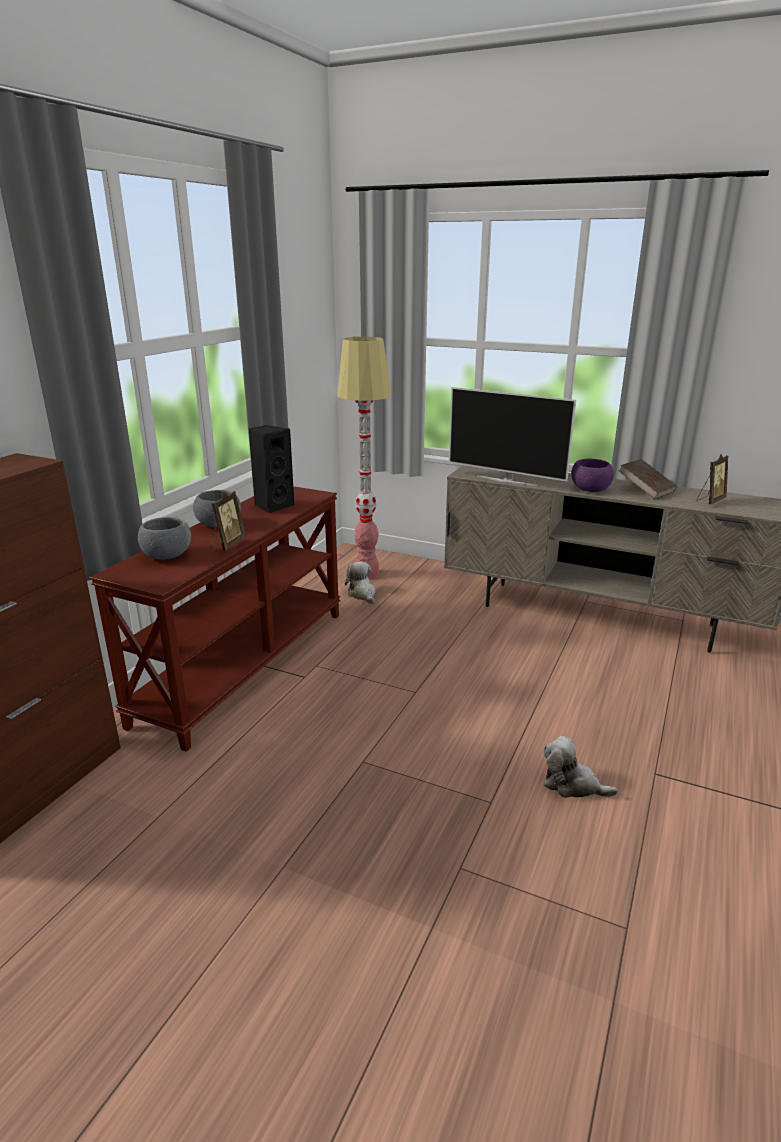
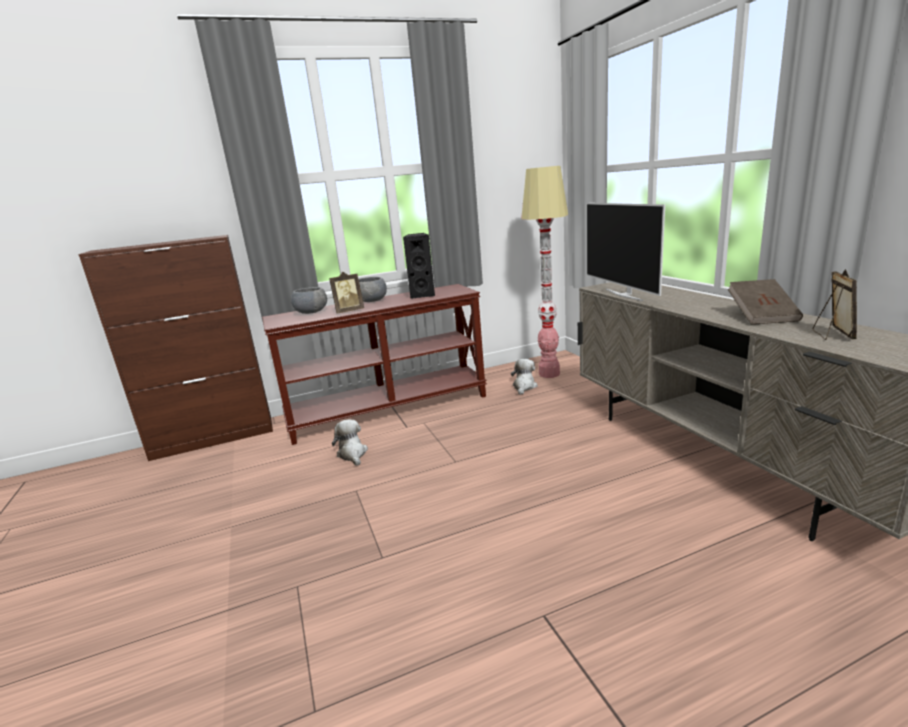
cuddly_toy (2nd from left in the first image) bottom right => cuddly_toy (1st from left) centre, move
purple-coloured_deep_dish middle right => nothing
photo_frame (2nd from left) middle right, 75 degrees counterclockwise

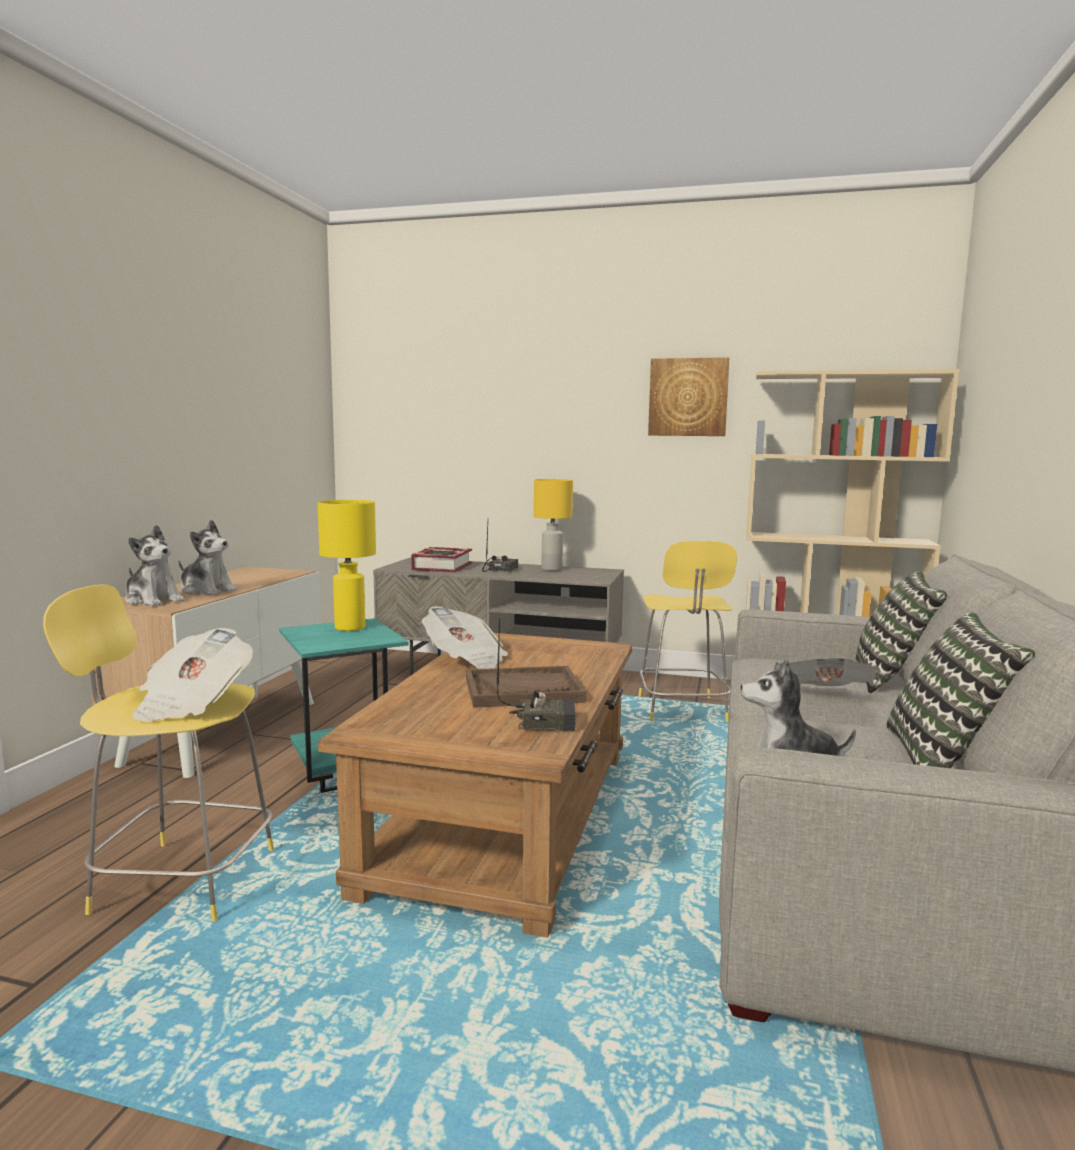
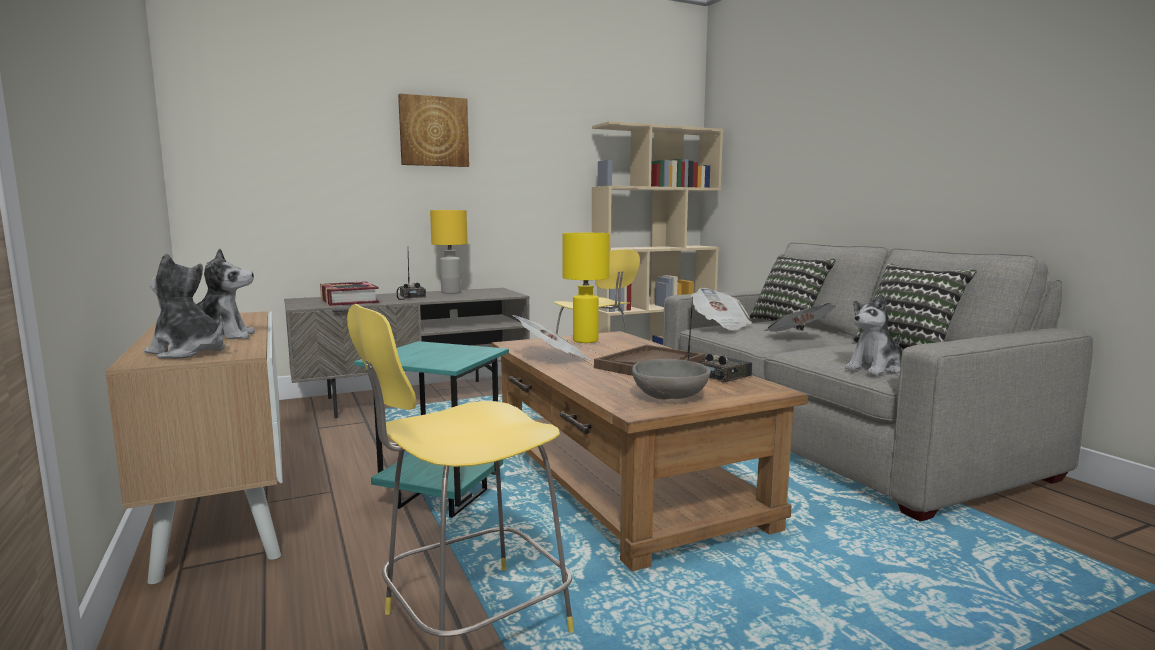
cuddly_toy (1st from left) middle left, 150 degrees counterclockwise
newspaper (1st from left in the first image) middle left => newspaper (2nd from left) centre, move
yellow_lamp_for_a_table (1st from left in the first image) middle left => yellow_lamp_for_a_table (2nd from left) centre, move
wall_picture centre => wall_picture top centre, move
nothing => gray_deep_dish centre

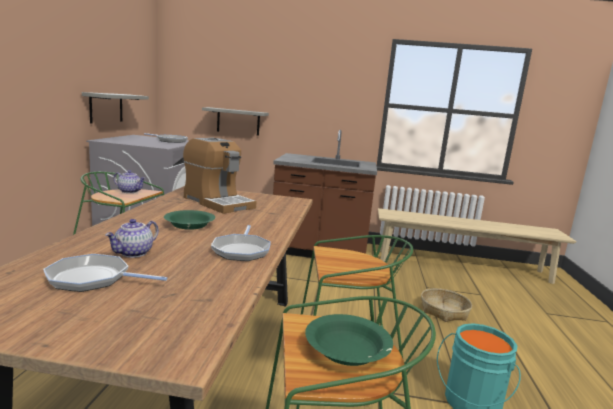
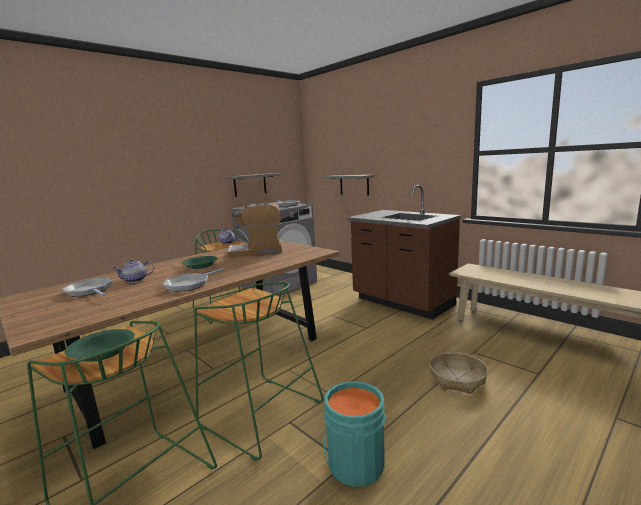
coffee_brewer centre, 90 degrees clockwise

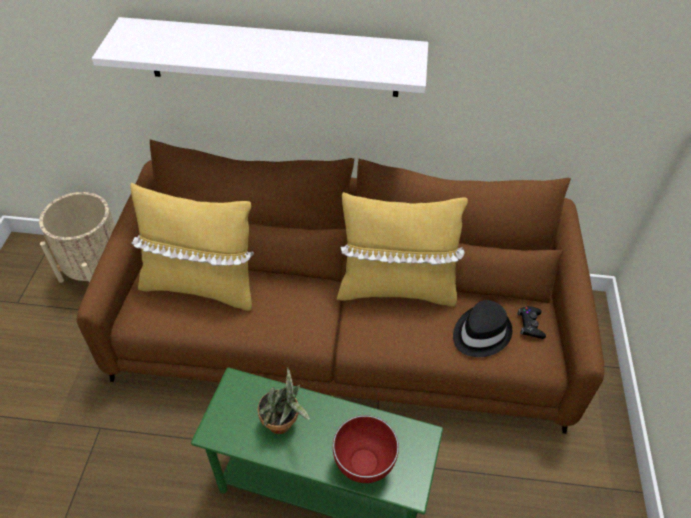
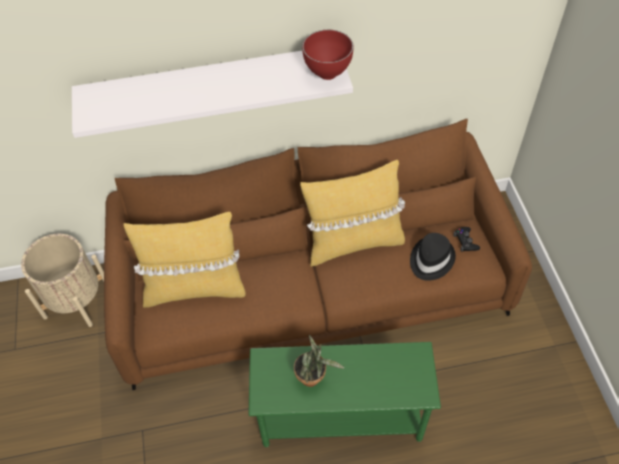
red_deep_dish bottom centre => red_deep_dish top centre, move

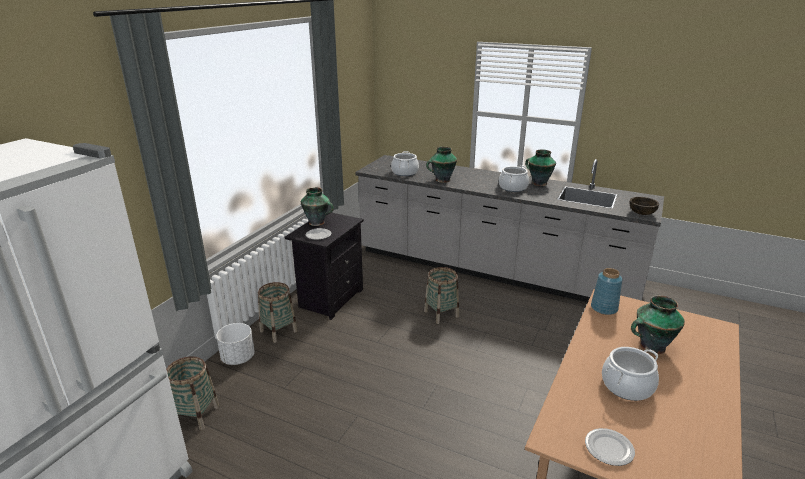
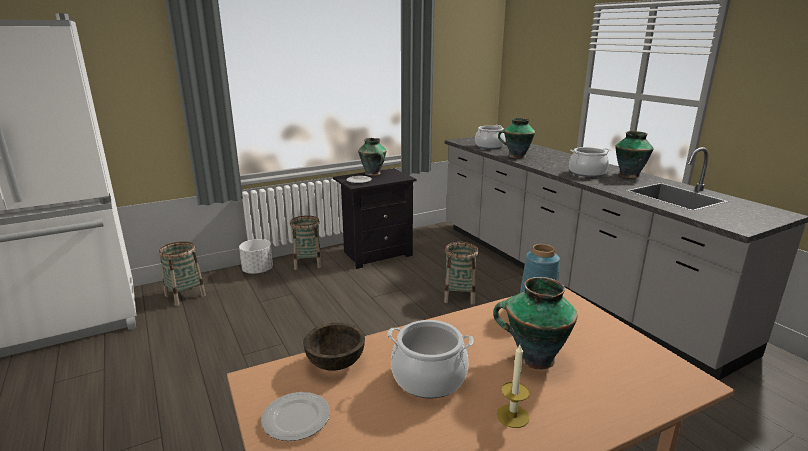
brown-coloured_deep_dish middle right => brown-coloured_deep_dish bottom centre, move
nothing => wax_light bottom centre

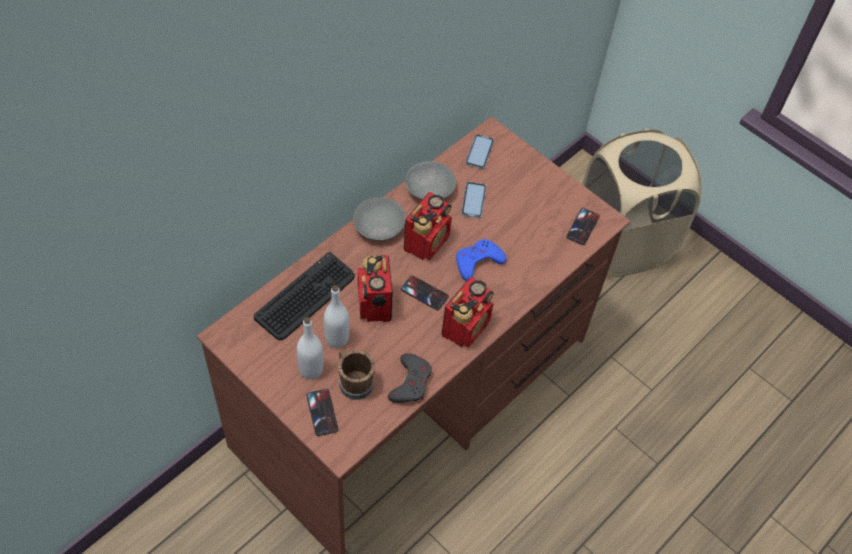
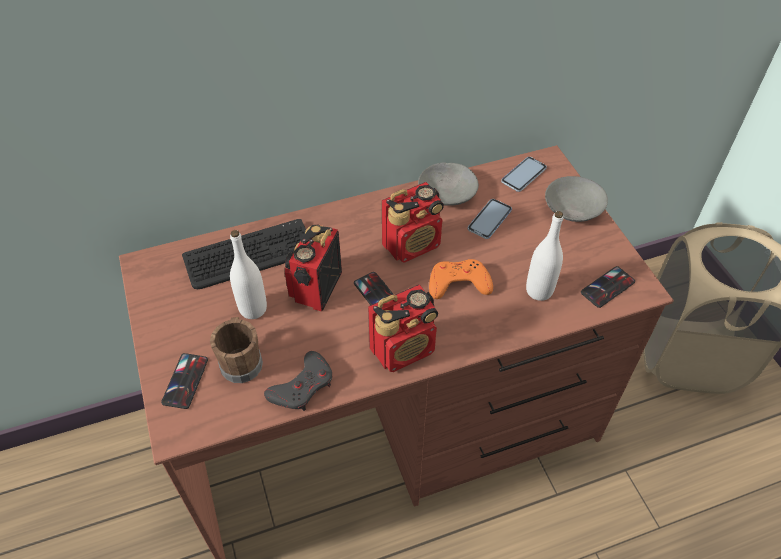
whitish_drink_bottle (1st from left in the first image) centre => whitish_drink_bottle (2nd from left) middle right, move
gray_deep_dish (1st from left in the first image) centre => gray_deep_dish (2nd from left) middle right, move
bluish_joypad centre => orange_joypad centre

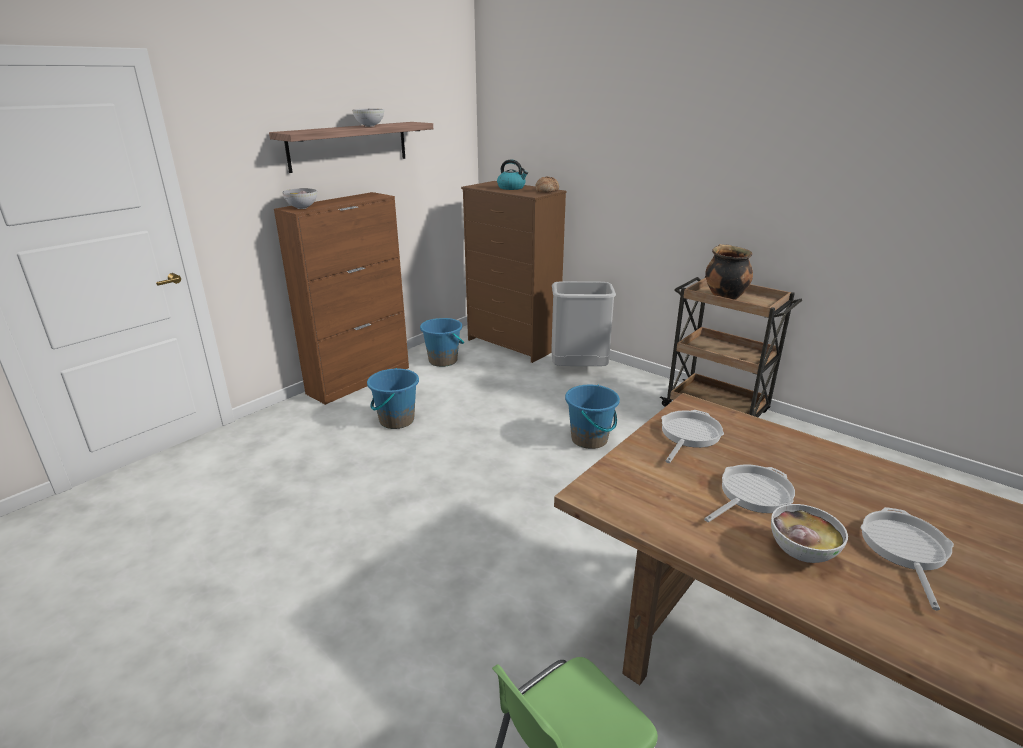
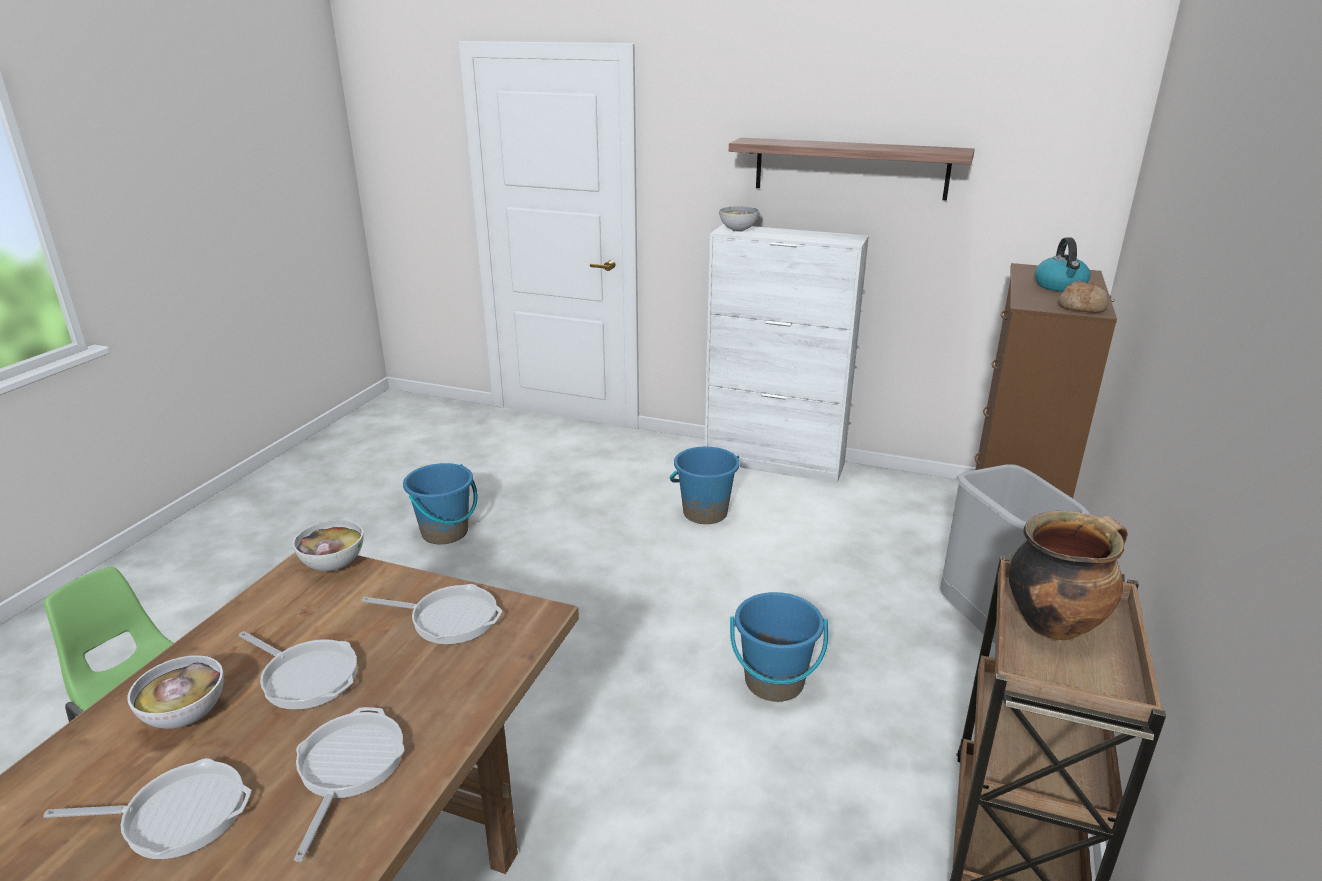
brown-coloured_storage_cabinet centre => whitish_storage_cabinet centre
deep_dish (2nd from left) top centre => deep_dish (2nd from left) middle left, move
bluish_bucket (2nd from left in the first image) centre => bluish_bucket (1st from left) middle left, move
nothing => frying_pan (3rd from left) bottom left

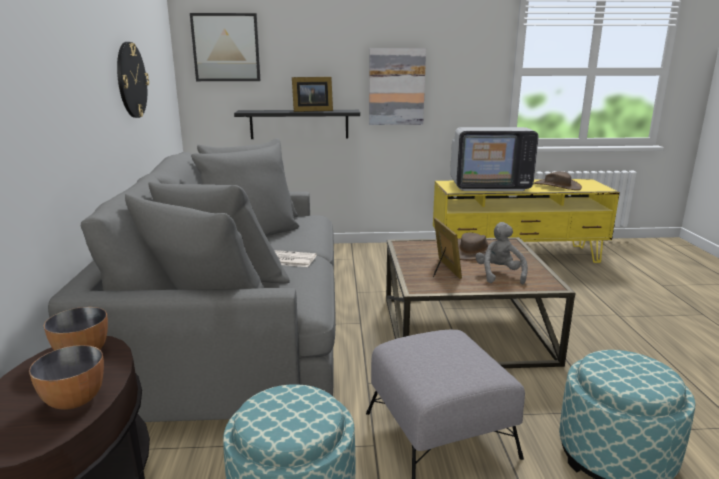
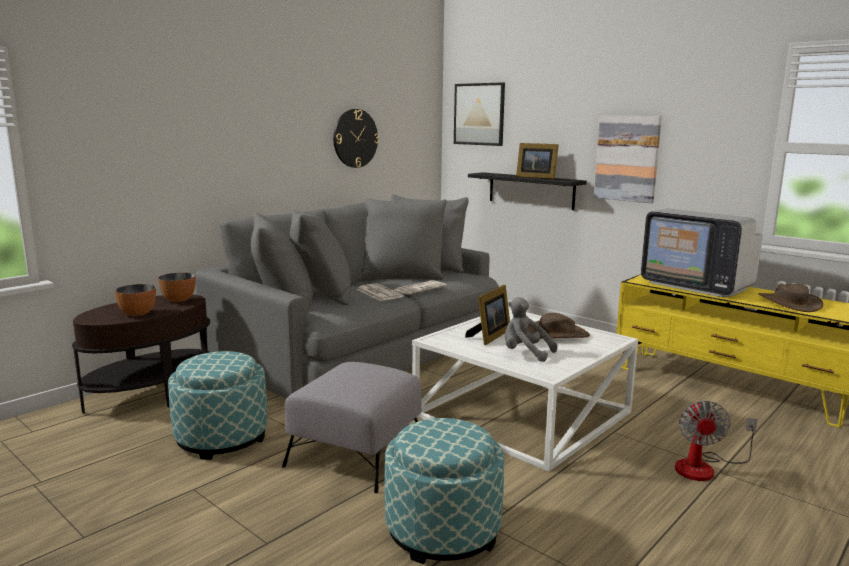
brown-coloured_lounge_table middle right => whitish_lounge_table bottom centre
gray_cuddly_toy middle right => gray_cuddly_toy centre, 105 degrees counterclockwise
nothing => newspaper (2nd from left) centre
nothing => fan bottom right

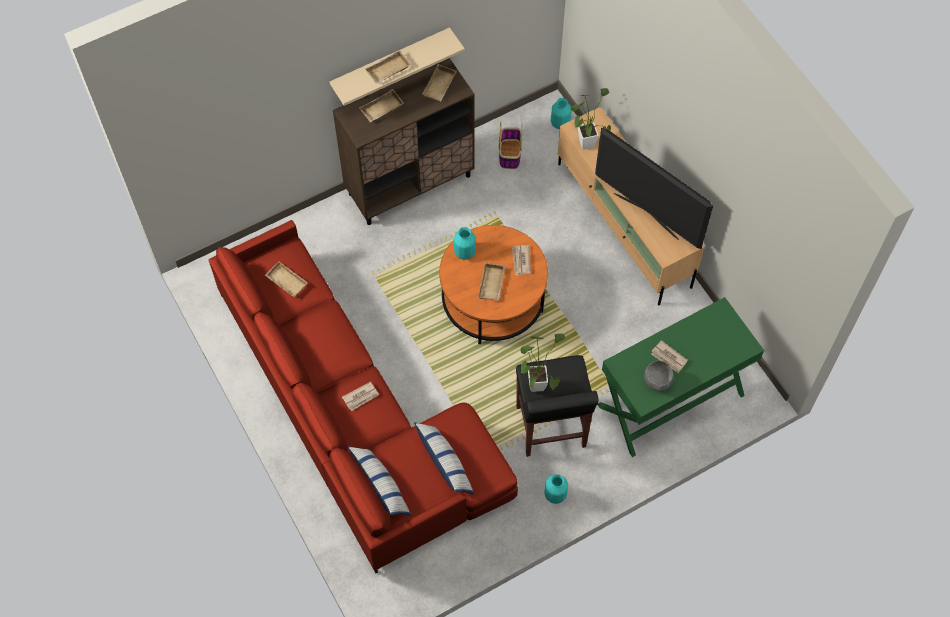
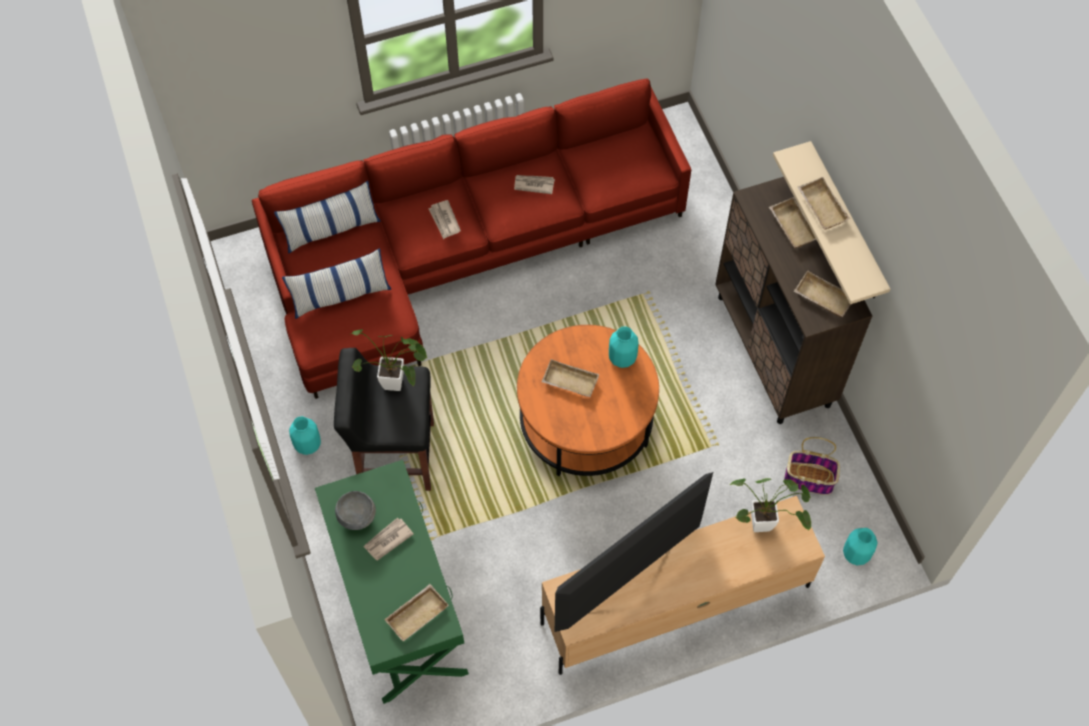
beige-coloured_serving_tray (1st from left) middle left => beige-coloured_serving_tray (1st from left) bottom centre, move
newspaper (2nd from left in the first image) centre => newspaper (3rd from left) top centre, move

